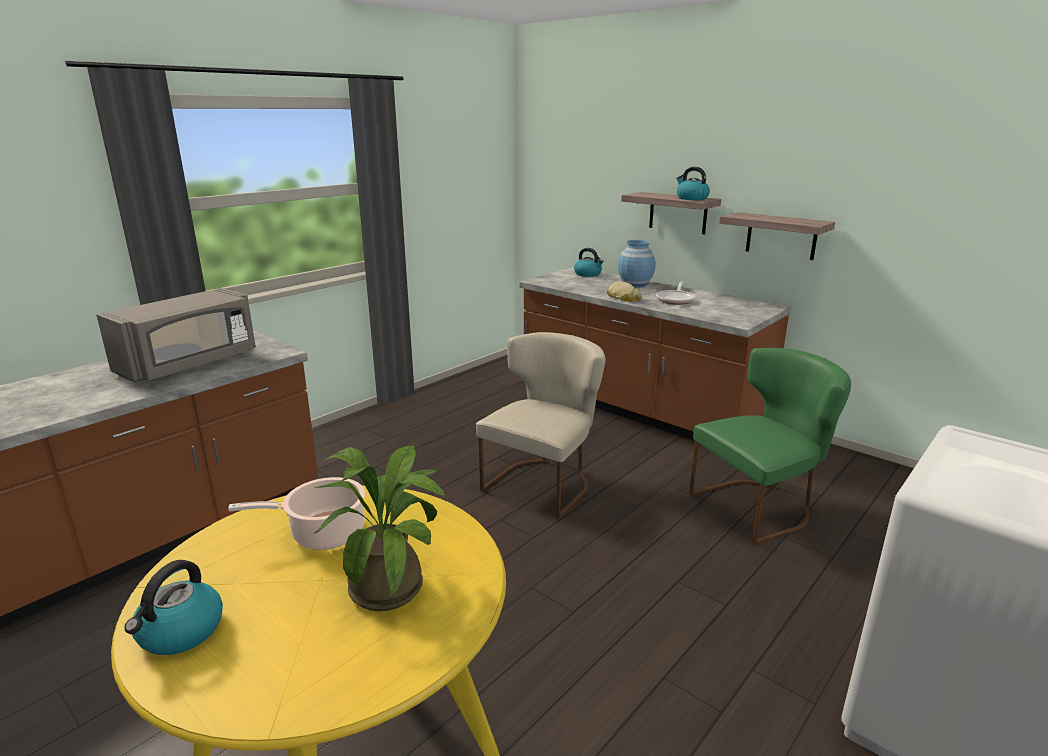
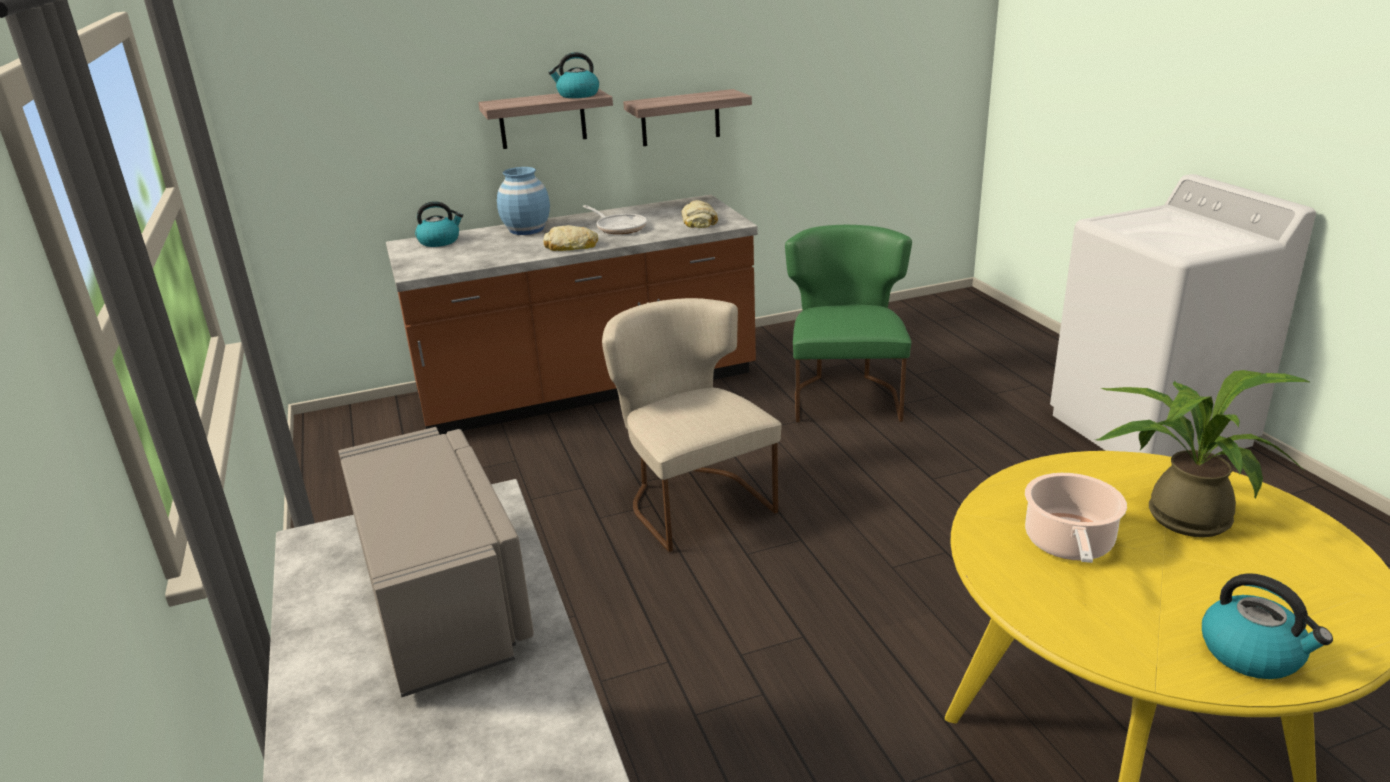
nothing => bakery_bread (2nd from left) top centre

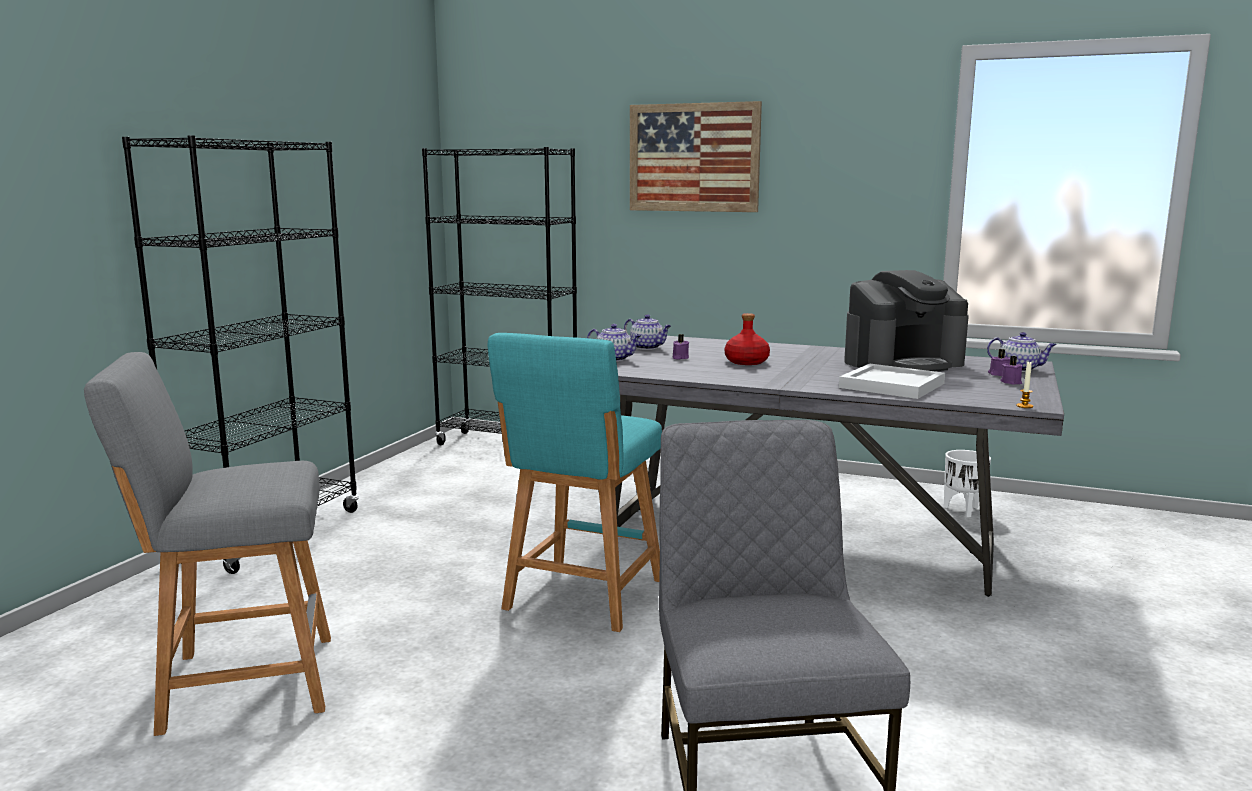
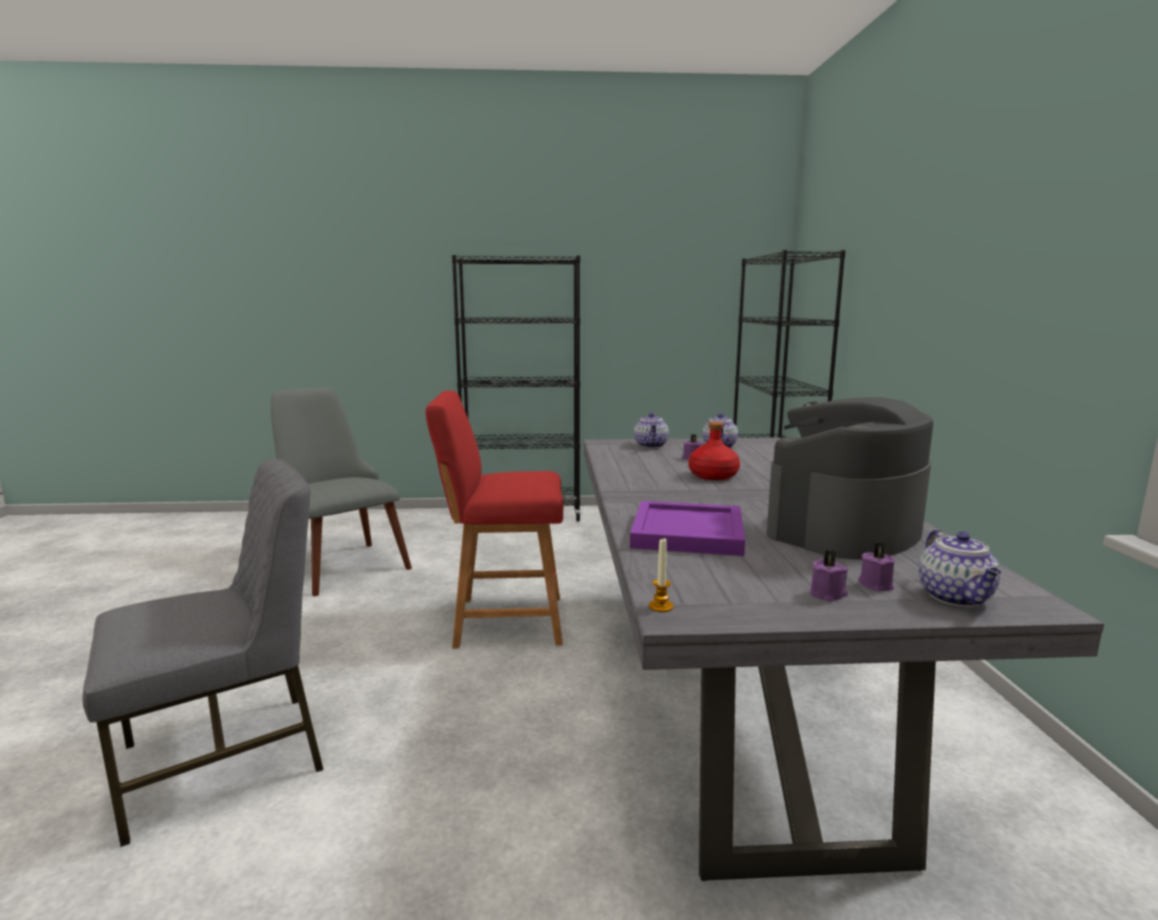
gray_stool_seat bottom left => gray_plain_chair (2nd from left) middle left
turquoise-coloured_stool_seat centre => red_stool_seat centre
wall_picture top centre => nothing
whitish_serving_tray middle right => purple-coloured_serving_tray centre
coffee_brewer middle right, 90 degrees clockwise
whitish_flower_pot middle right => nothing

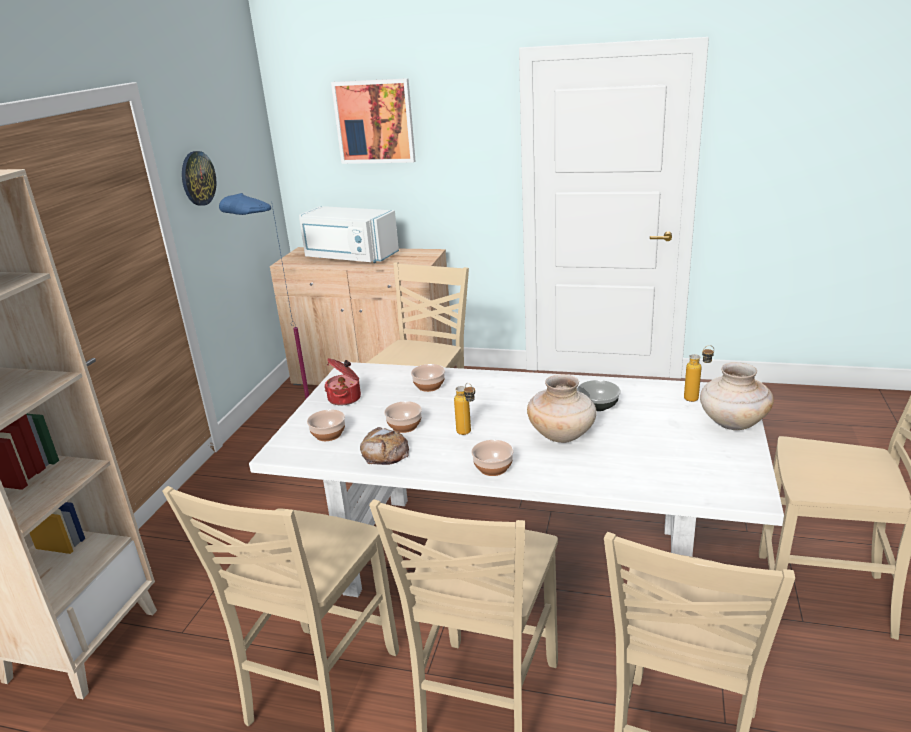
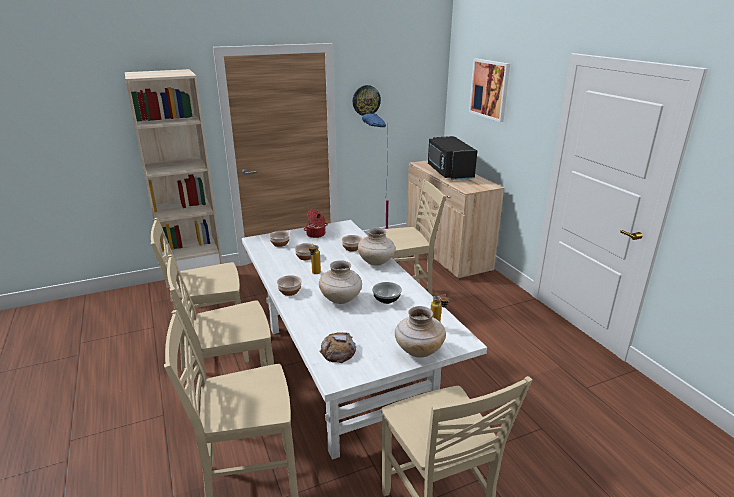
whitish_kitchen_microwave top centre => black_kitchen_microwave top centre
bakery_bread centre => bakery_bread bottom centre, move
nothing => beige-coloured_decorative_vase (2nd from left) centre

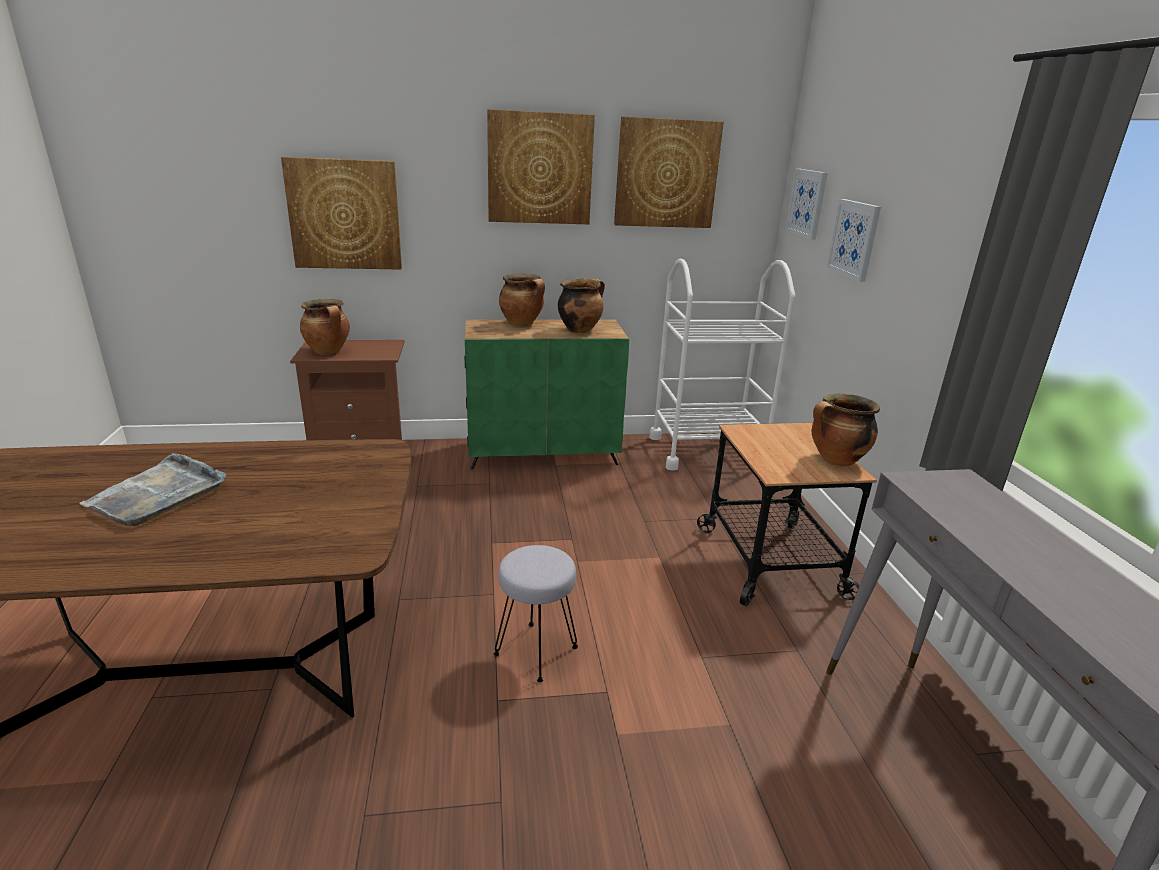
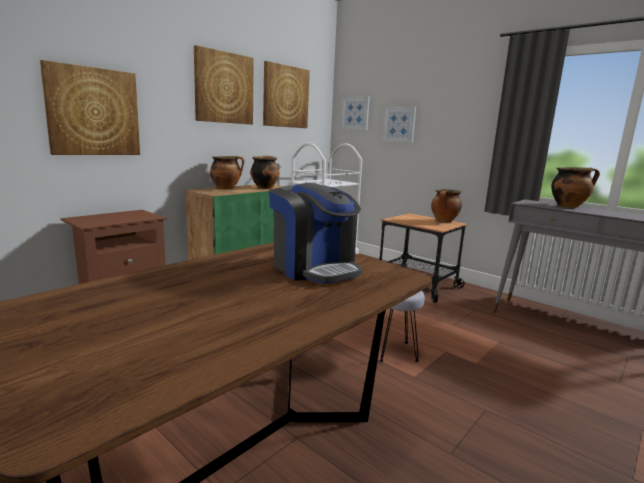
gray_serving_tray middle left => nothing
stockpot (1st from left in the first image) middle left => stockpot (4th from left) middle right, move
nothing => coffee_brewer centre

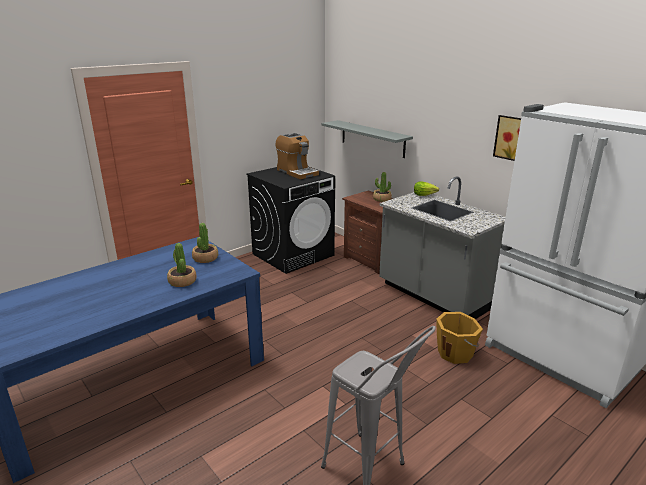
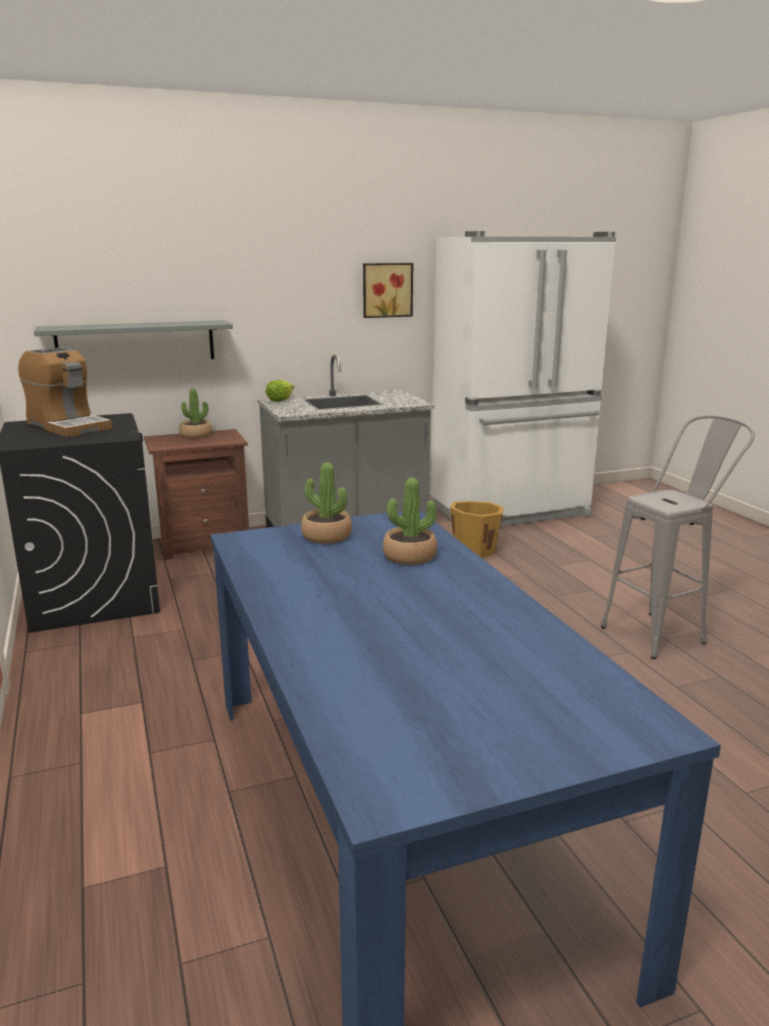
coffee_brewer top centre => coffee_brewer middle left, 60 degrees clockwise

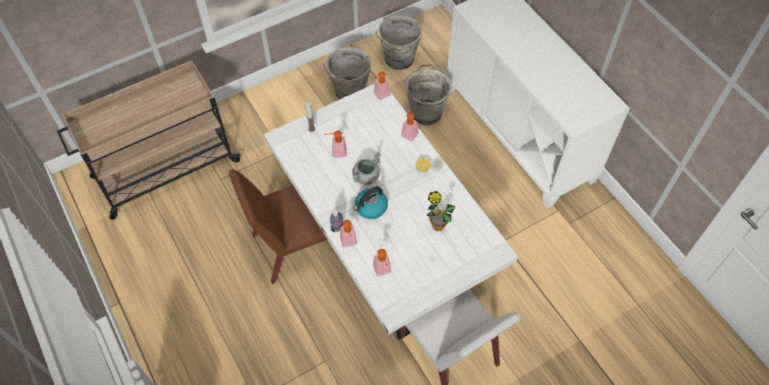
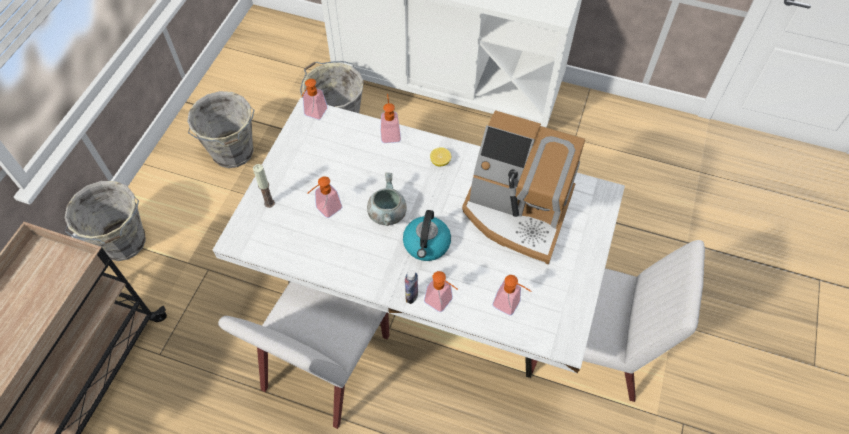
brown-coloured_plain_chair centre => whitish_plain_chair (1st from left) bottom centre
gray_bucket (2nd from left in the first image) top centre => gray_bucket (1st from left) middle left, move
plant_in_a_pot centre => coffee_brewer centre

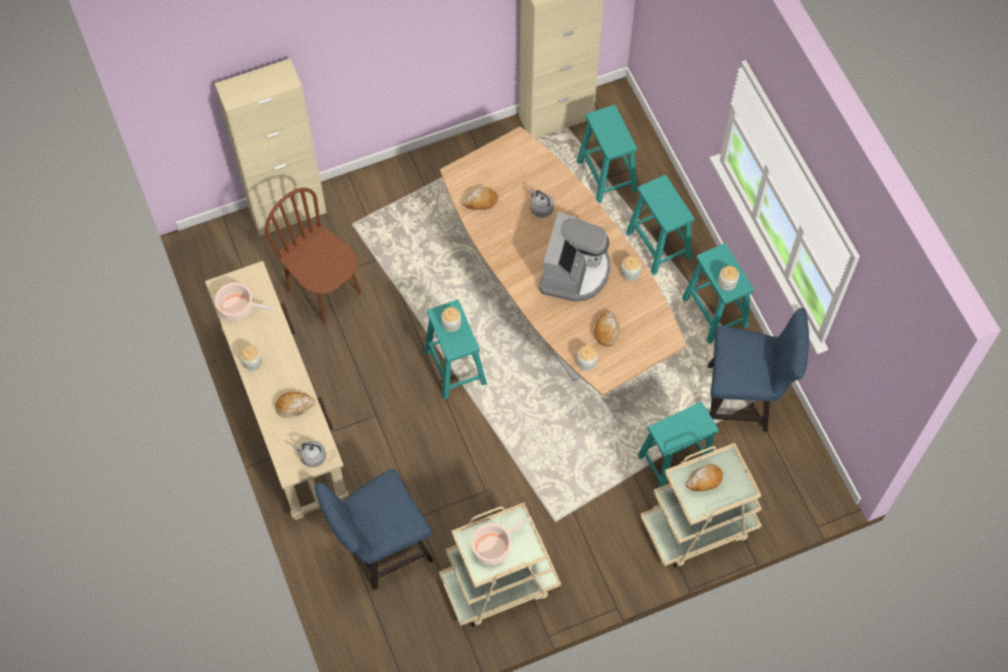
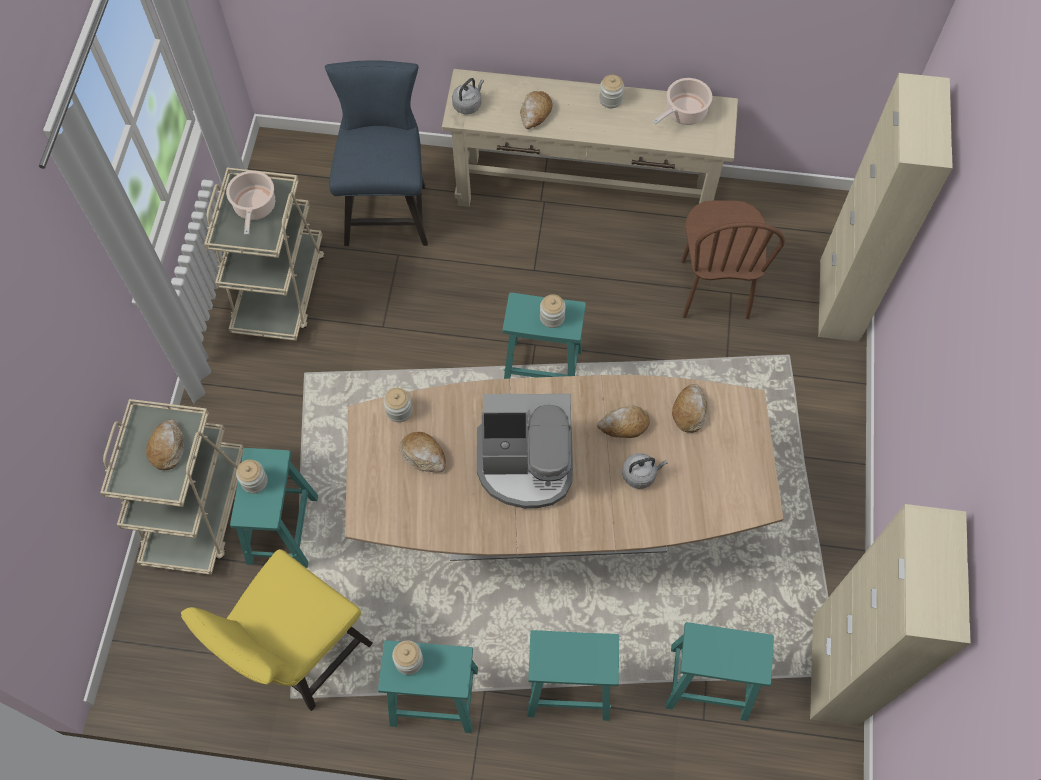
brown-coloured_plain_chair middle left => brown-coloured_plain_chair top right, 105 degrees clockwise
coffee_brewer centre, 45 degrees counterclockwise
jar (4th from left in the first image) centre => jar (1st from left) middle left, move
bluish_plain_chair (2nd from left) middle right => yellow_plain_chair bottom left
nothing => bakery_bread (4th from left) centre

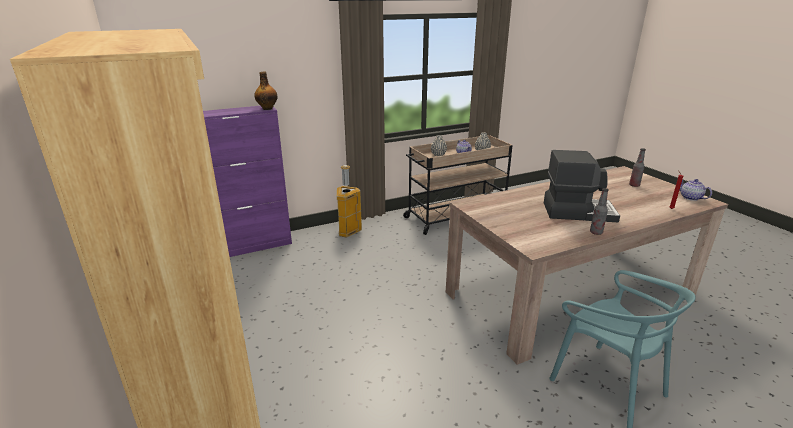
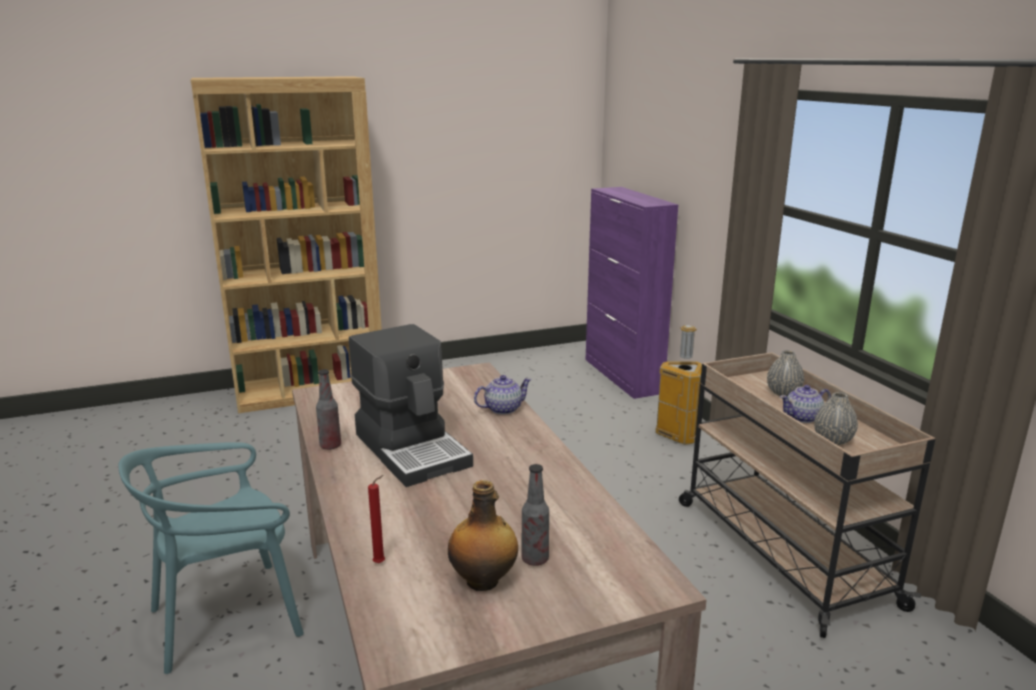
drink_bottle (1st from left in the first image) top centre => drink_bottle (2nd from left) bottom centre, move
coffee_brewer middle right => coffee_brewer centre, 45 degrees counterclockwise
pot_for_tea (2nd from left in the first image) middle right => pot_for_tea (1st from left) centre, move

